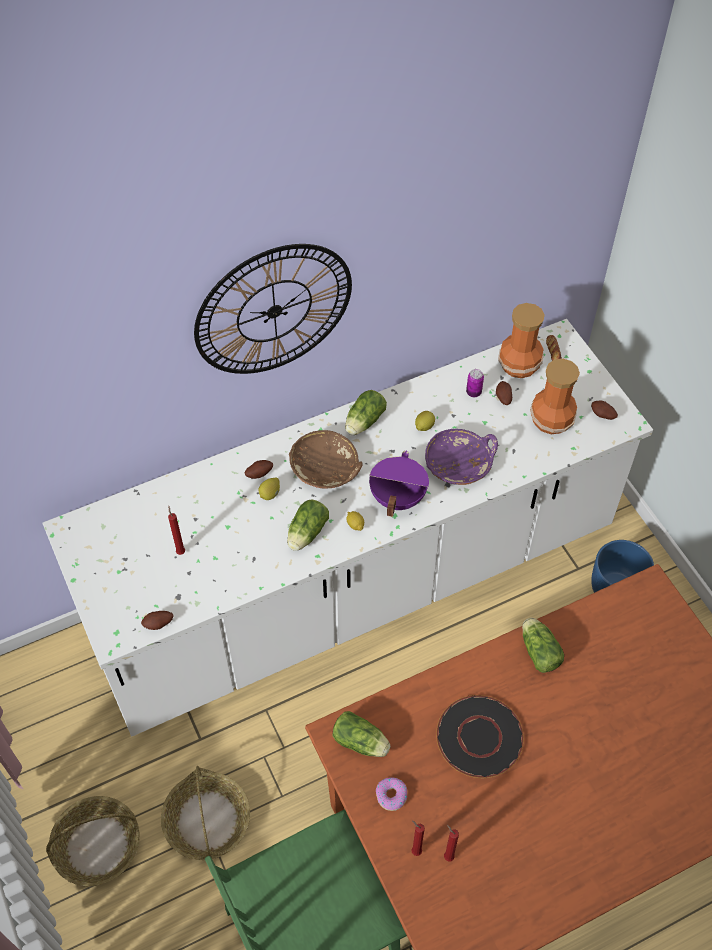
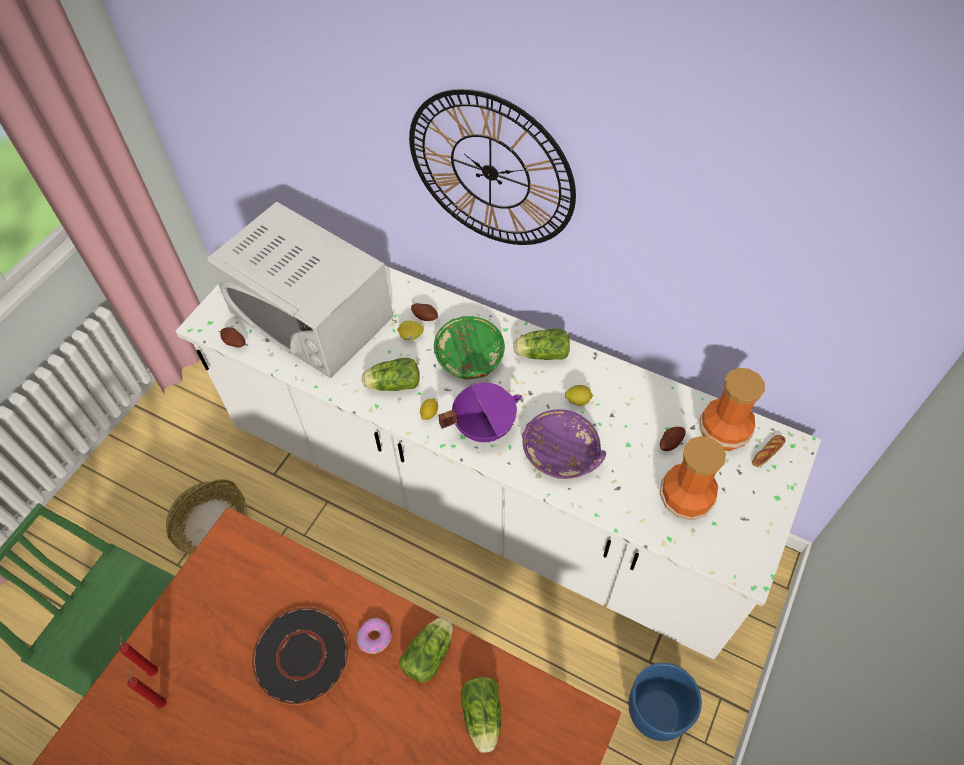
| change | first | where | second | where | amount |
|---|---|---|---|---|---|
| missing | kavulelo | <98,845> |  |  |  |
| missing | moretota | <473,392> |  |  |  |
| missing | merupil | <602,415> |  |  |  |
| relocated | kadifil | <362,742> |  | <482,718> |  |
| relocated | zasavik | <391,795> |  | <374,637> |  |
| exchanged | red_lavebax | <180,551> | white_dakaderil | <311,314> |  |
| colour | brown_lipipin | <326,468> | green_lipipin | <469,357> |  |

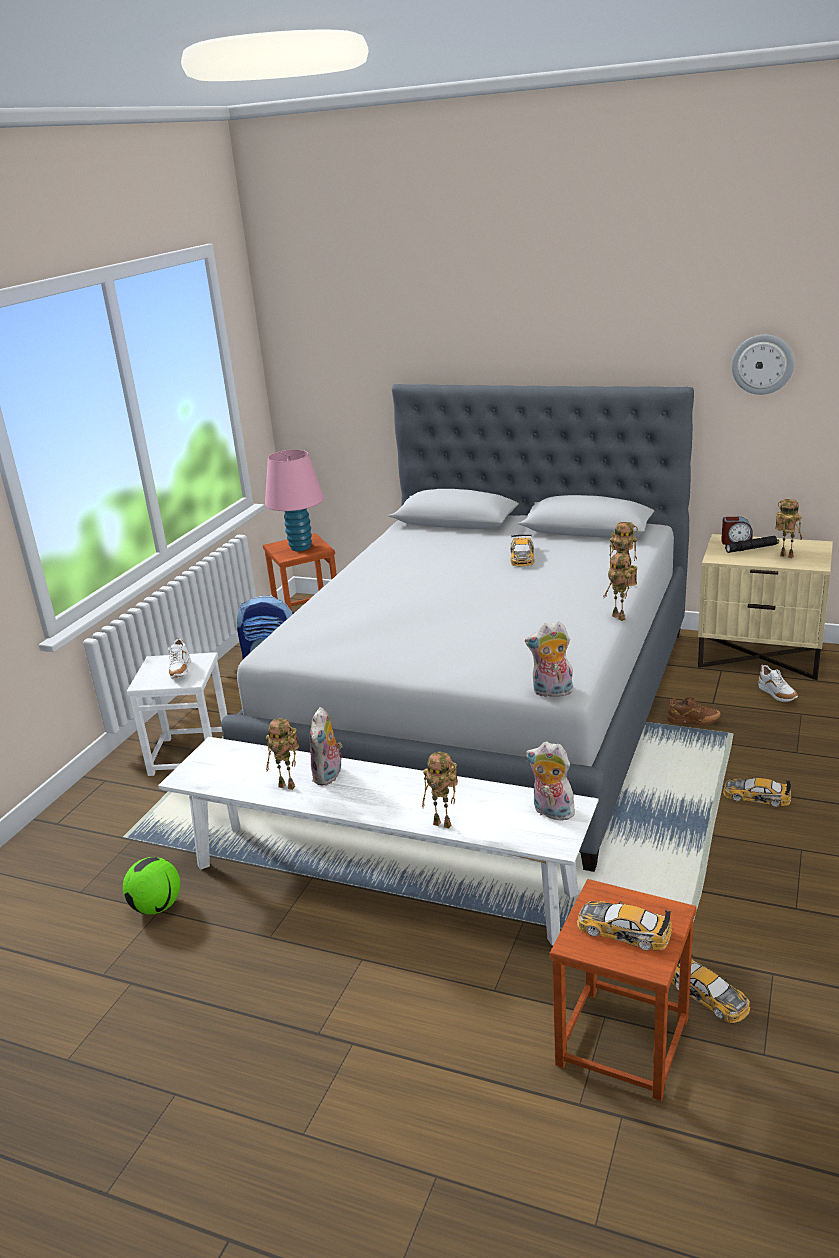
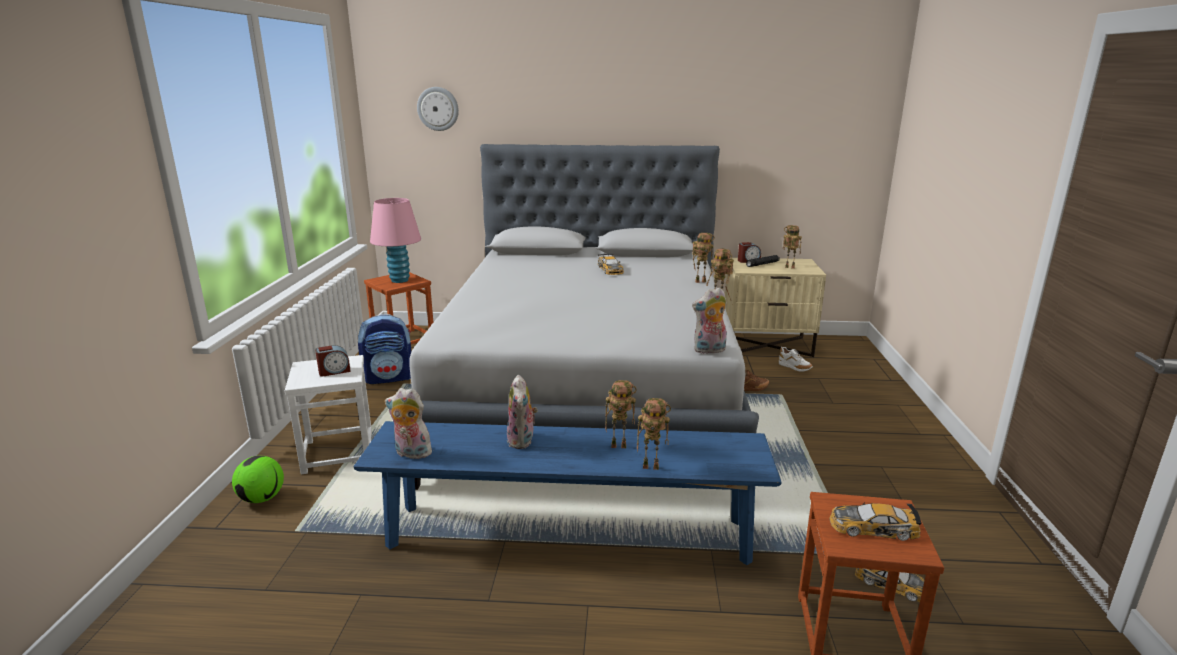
| change | first | where | second | where | amount |
|---|---|---|---|---|---|
| missing | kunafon | <756,796> |  |  |  |
| relocated | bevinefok | <157,906> |  | <262,498> |  |
| relocated | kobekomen | <289,786> |  | <620,445> |  |
| relocated | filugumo | <551,812> |  | <411,453> |  |
| relocated | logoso | <762,364> |  | <438,109> |  |
| exchanged | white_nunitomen | <180,672> | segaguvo | <334,371> |  |
| colour | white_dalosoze | <380,879> | blue_dalosoze | <569,533> |  |

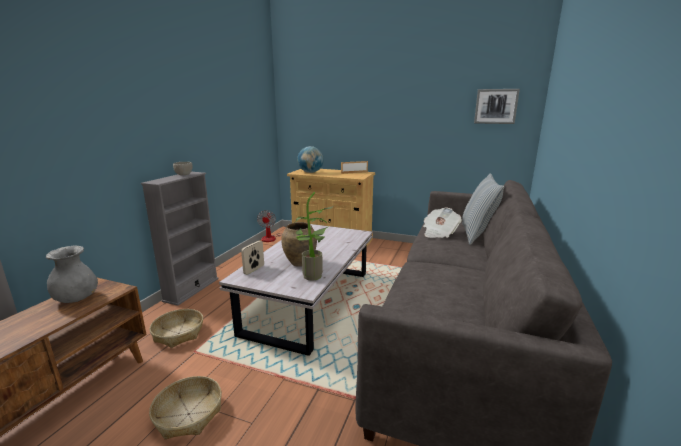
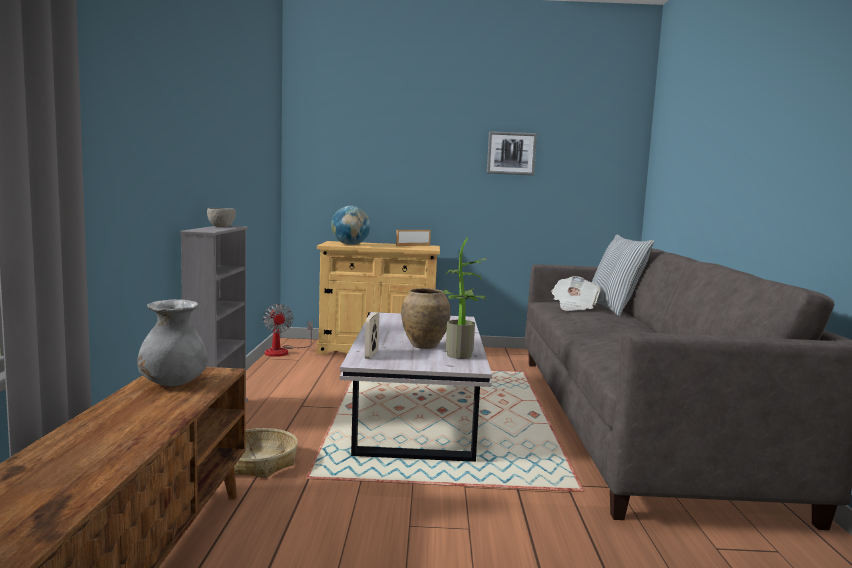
| change | first | where | second | where | amount |
|---|---|---|---|---|---|
| missing | kavulelo | <189,414> |  |  |  |
| relocated | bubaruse | <496,106> |  | <511,153> |  |

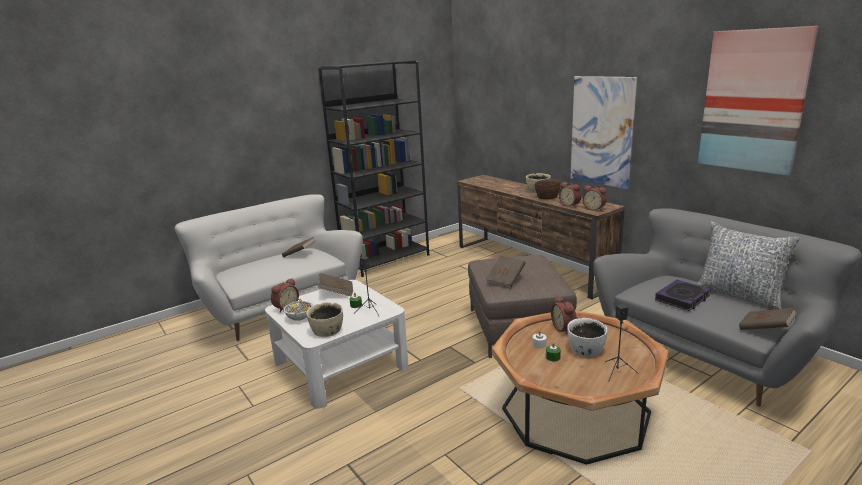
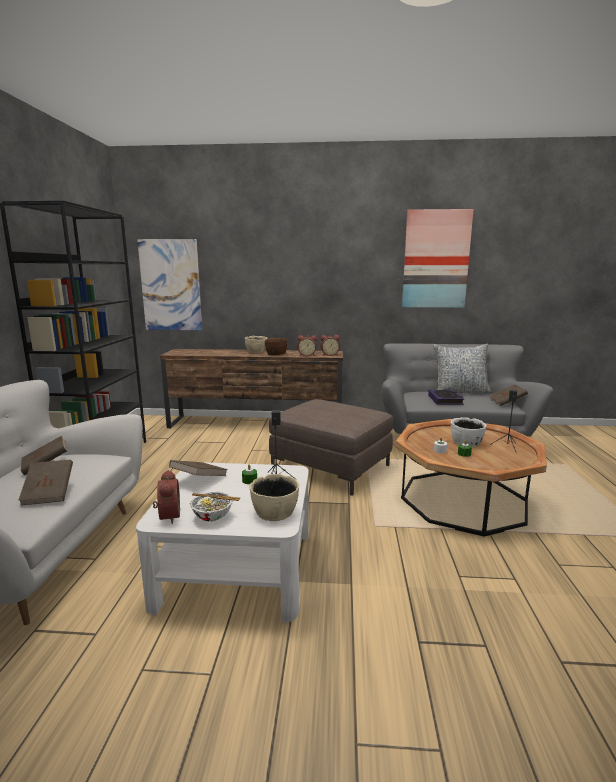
| change | first | where | second | where | amount |
|---|---|---|---|---|---|
| missing | segaguvo | <564,328> |  |  |  |
| relocated | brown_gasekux | <506,280> |  | <49,493> |  |
| relocated | bubaruse | <601,131> |  | <170,285> |  |

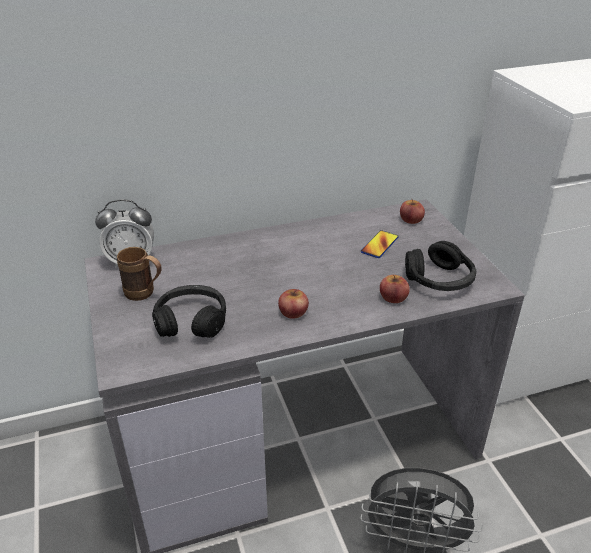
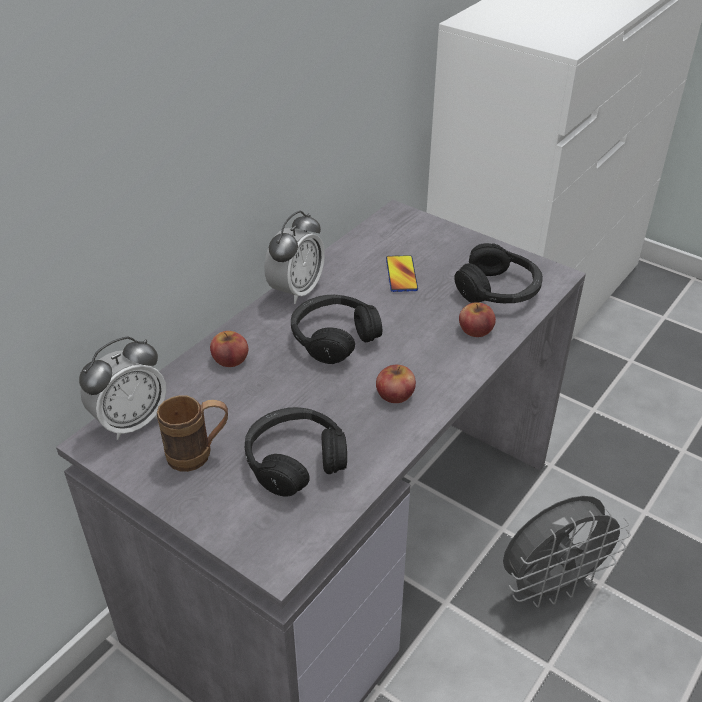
| change | first | where | second | where | amount |
|---|---|---|---|---|---|
| appeared |  |  | segaguvo | <296,290> |  |
| appeared |  |  | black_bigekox | <334,337> |  |
| relocated | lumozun | <411,219> |  | <230,359> |  |

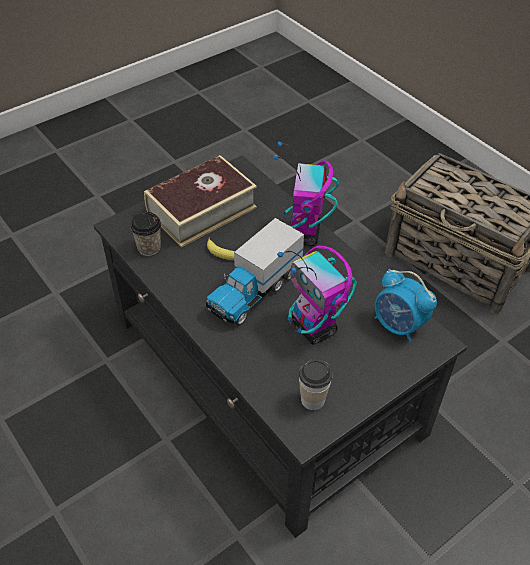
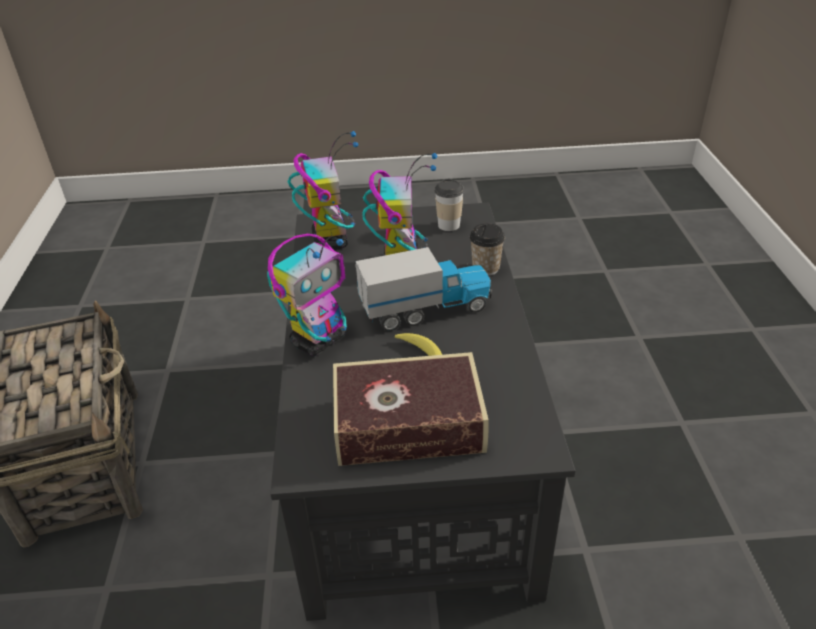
| change | first | where | second | where | amount |
|---|---|---|---|---|---|
| relocated | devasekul | <149,248> |  | <485,268> |  |
| exchanged | segaguvo | <398,326> | kobekomen | <329,240> |  |

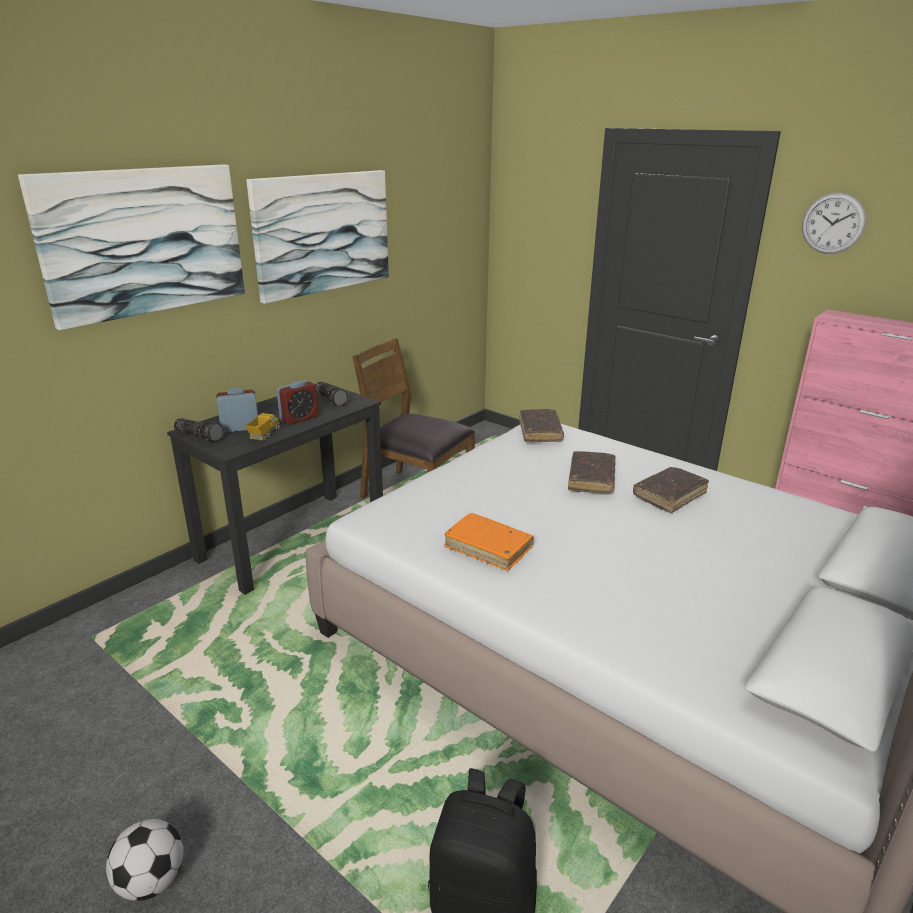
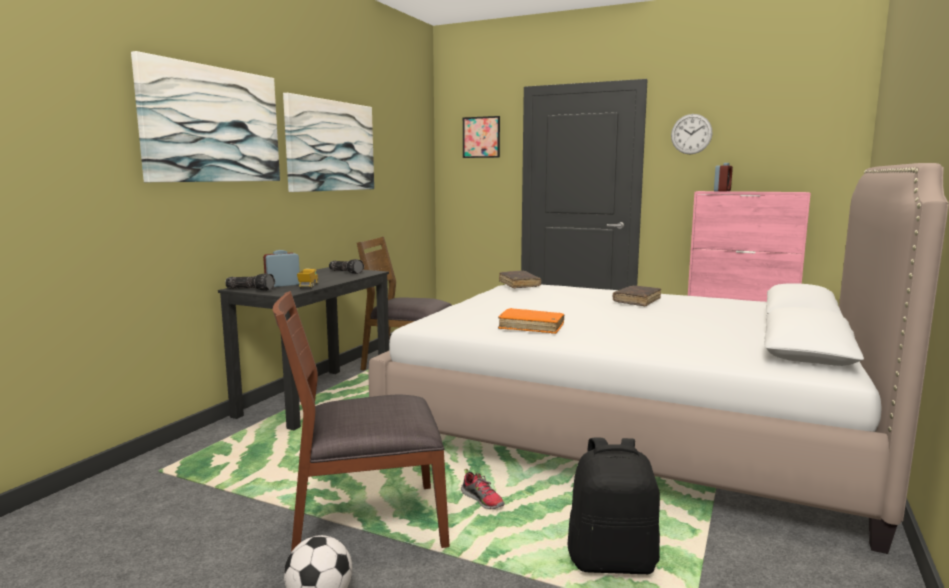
| change | first | where | second | where | amount |
|---|---|---|---|---|---|
| missing | brown_gasekux | <591,479> |  |  |  |
| appeared |  |  | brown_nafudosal | <366,523> |  |
| appeared |  |  | nunitomen | <483,500> |  |
| appeared |  |  | bubaruse | <481,137> |  |
| relocated | segaguvo | <299,418> |  | <722,191> |  |

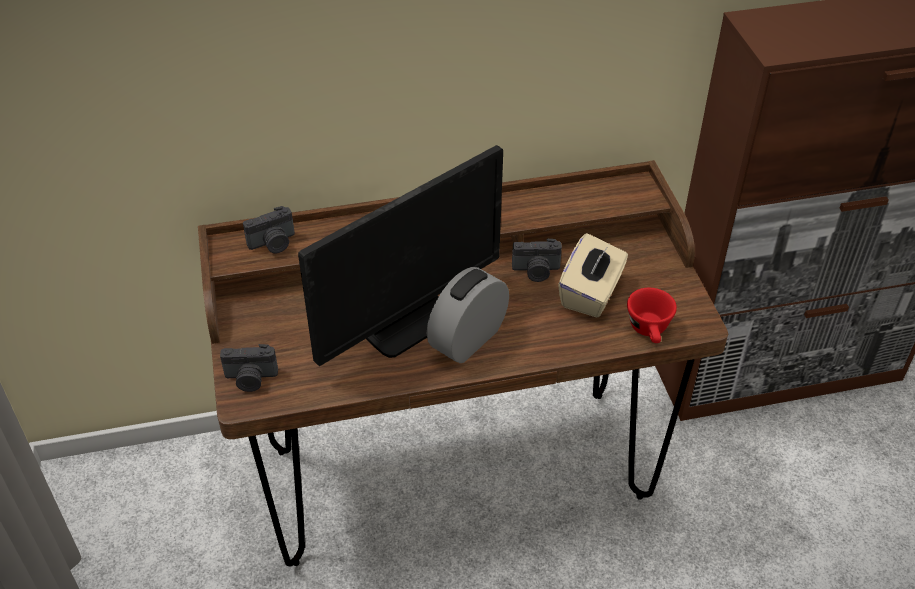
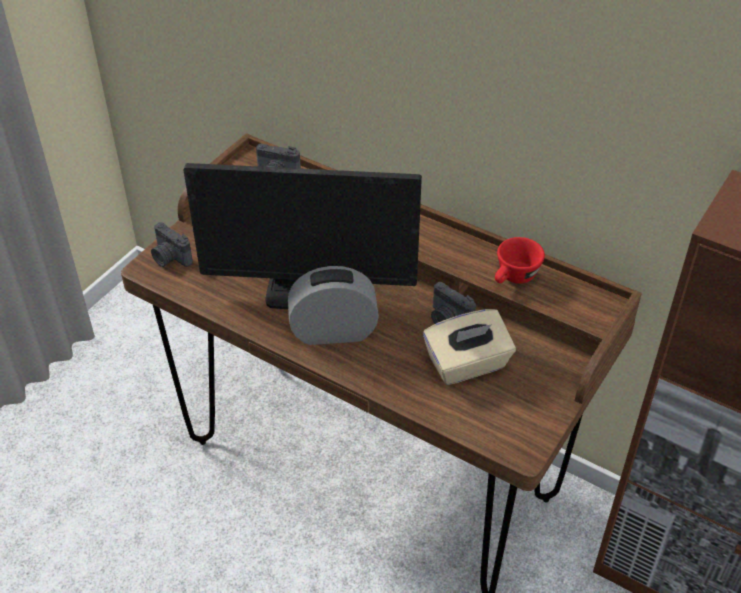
| change | first | where | second | where | amount |
|---|---|---|---|---|---|
| relocated | red_devasekul | <650,331> |  | <514,278> |  |

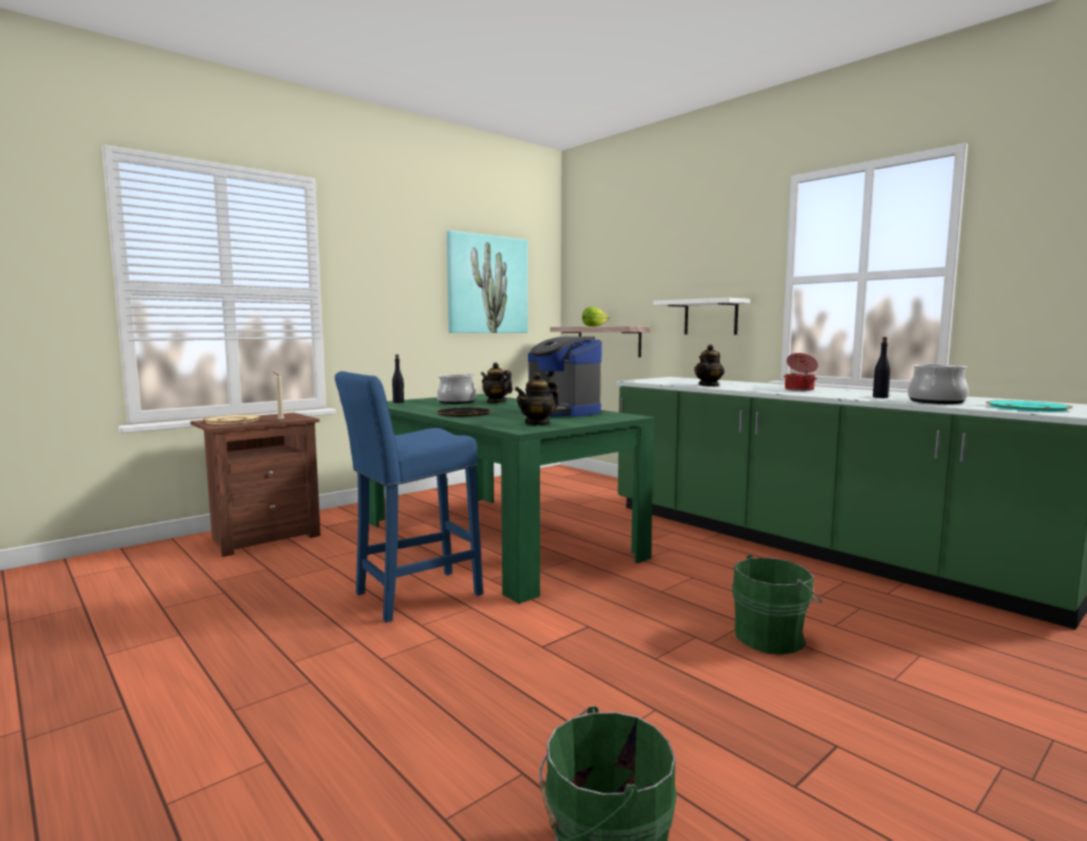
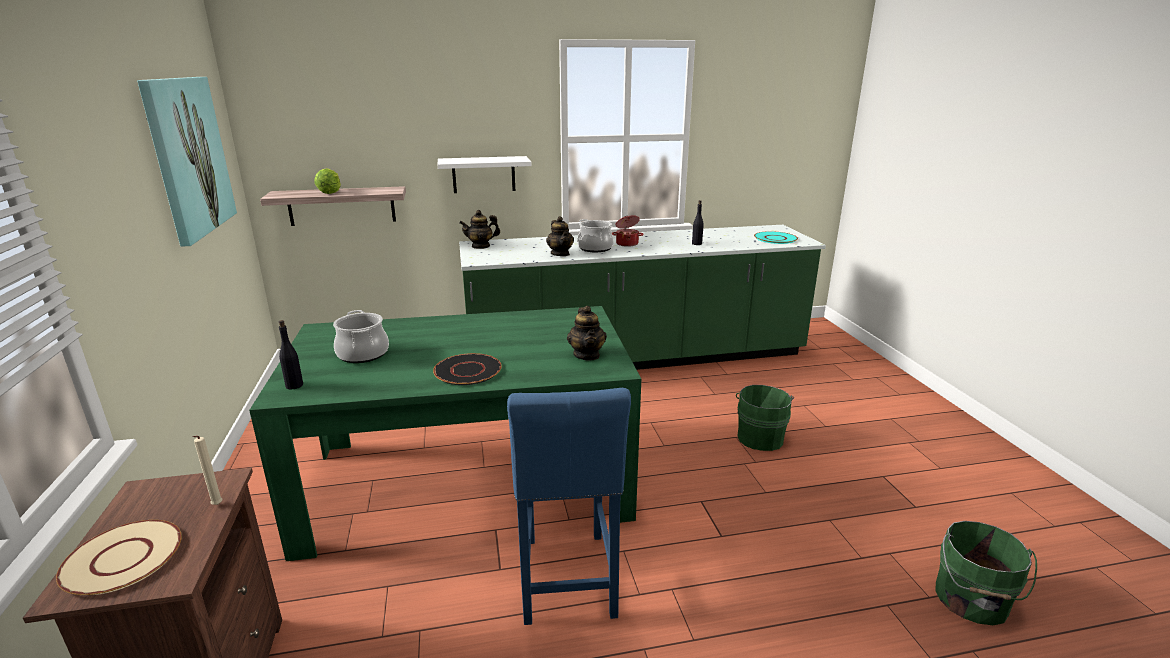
| change | first | where | second | where | amount |
|---|---|---|---|---|---|
| missing | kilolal | <562,412> |  |  |  |
| relocated | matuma | <496,402> |  | <481,246> |  |
| relocated | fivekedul | <935,401> |  | <595,248> |  |

